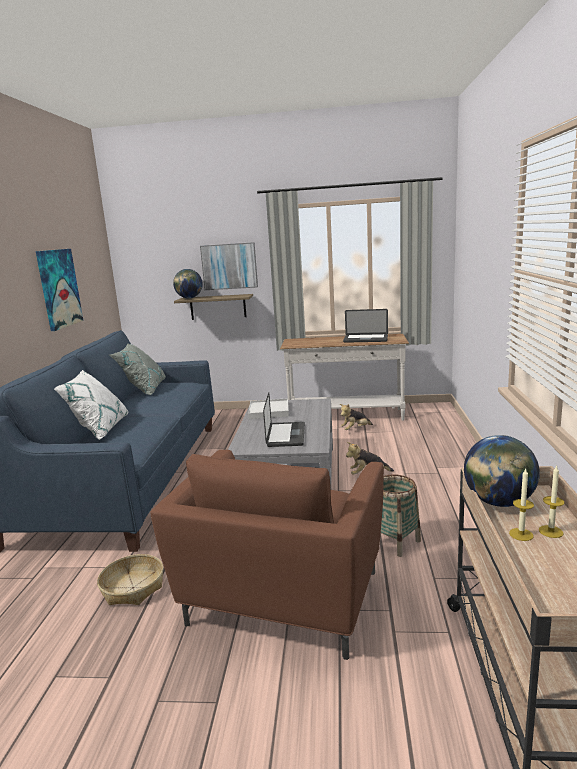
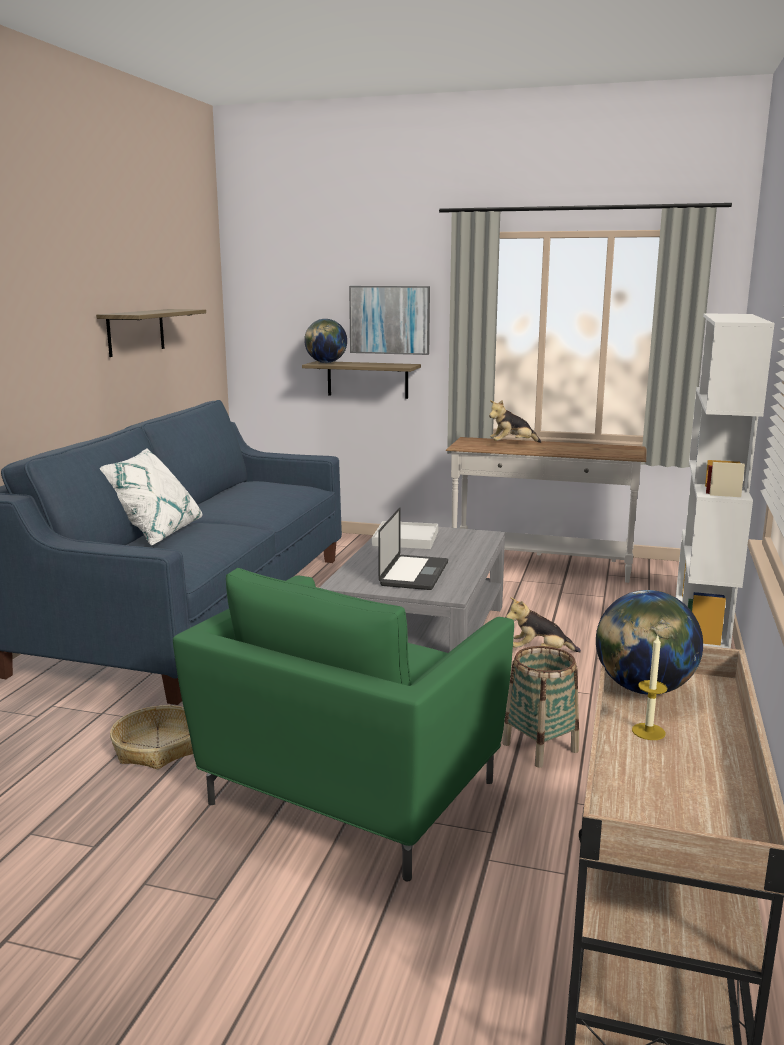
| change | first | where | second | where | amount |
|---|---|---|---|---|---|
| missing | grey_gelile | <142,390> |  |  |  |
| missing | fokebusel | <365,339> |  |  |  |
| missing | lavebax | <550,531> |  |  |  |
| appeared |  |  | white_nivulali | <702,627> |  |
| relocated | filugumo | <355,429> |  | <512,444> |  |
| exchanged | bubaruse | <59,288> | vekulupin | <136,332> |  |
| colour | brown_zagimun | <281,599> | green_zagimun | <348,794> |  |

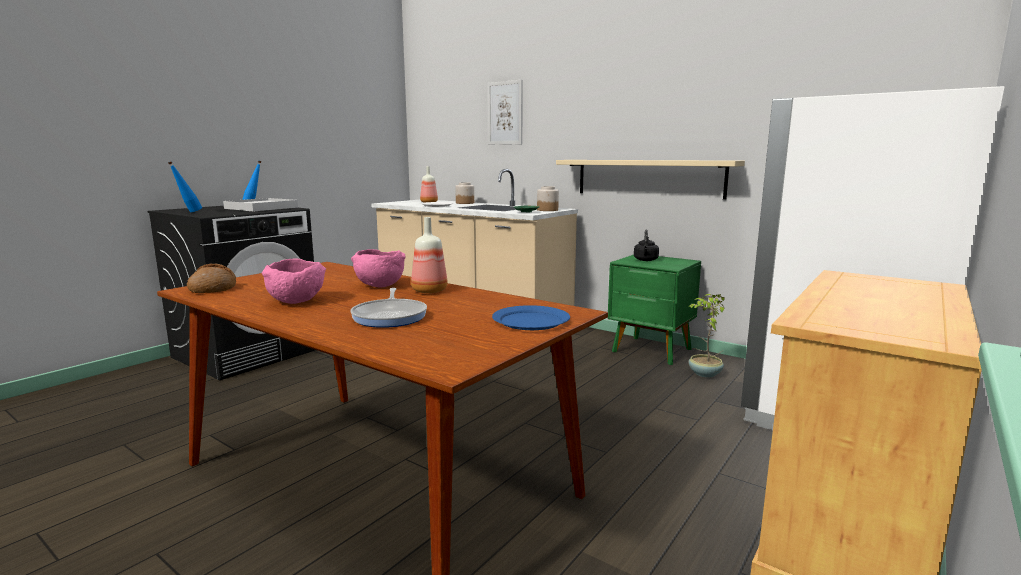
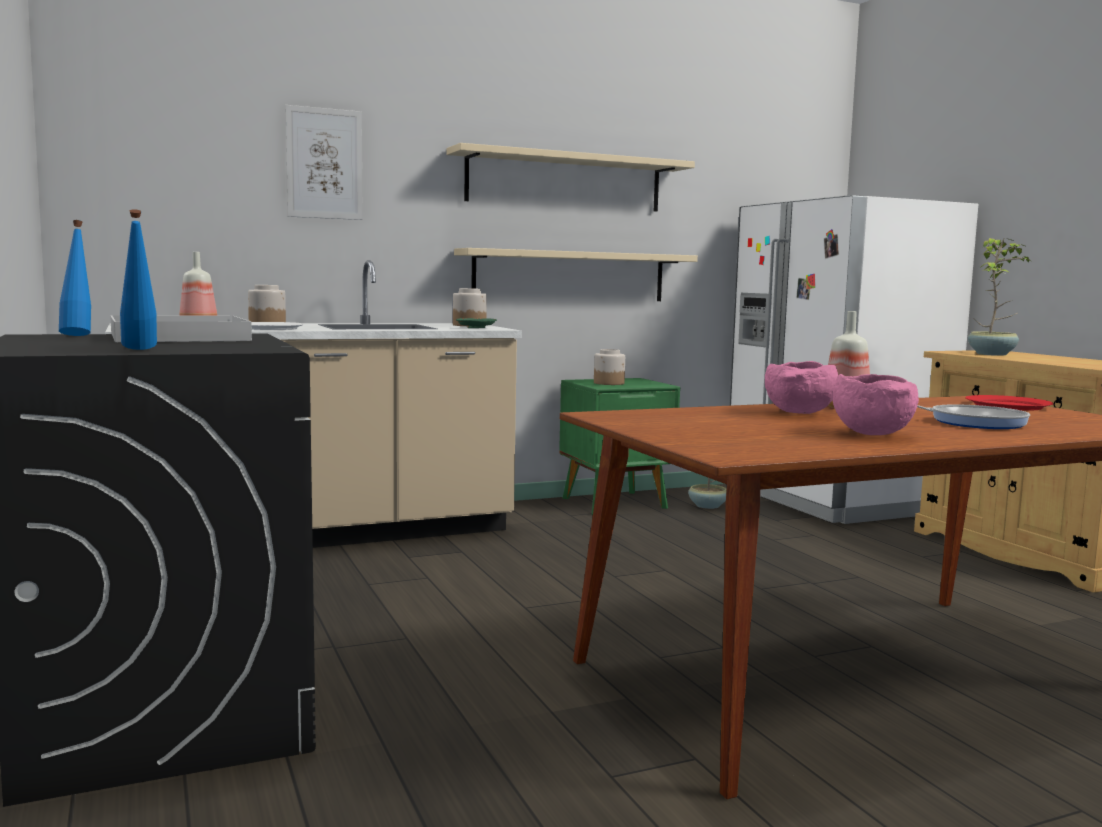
| change | first | where | second | where | amount |
|---|---|---|---|---|---|
| missing | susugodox | <213,288> |  |  |  |
| appeared |  |  | beige_vekulupin | <565,181> |  |
| appeared |  |  | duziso | <993,354> |  |
| exchanged | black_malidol | <645,260> | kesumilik | <609,383> |  |
| colour | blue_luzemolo | <530,321> | red_luzemolo | <1008,406> |  |

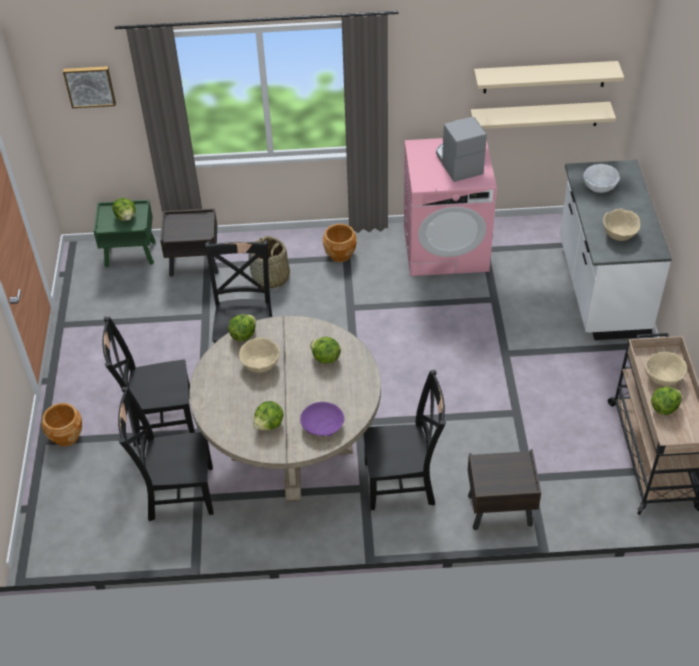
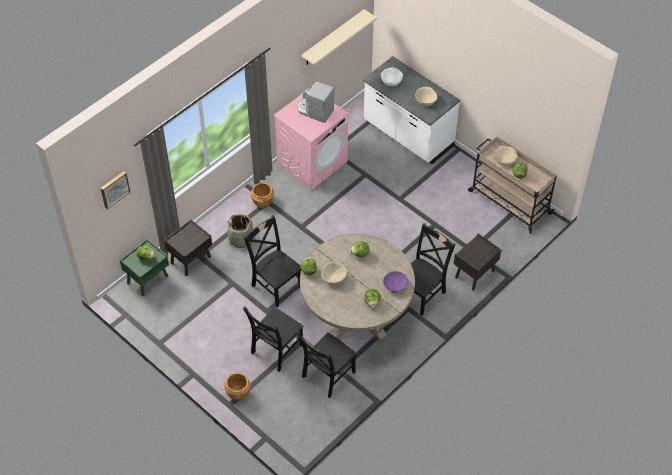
| change | first | where | second | where | amount |
|---|---|---|---|---|---|
| missing | beige_vekulupin | <539,117> |  |  |  |

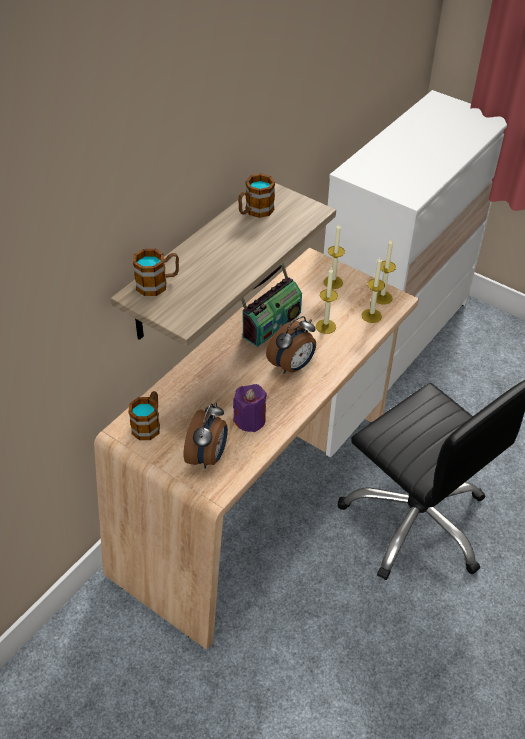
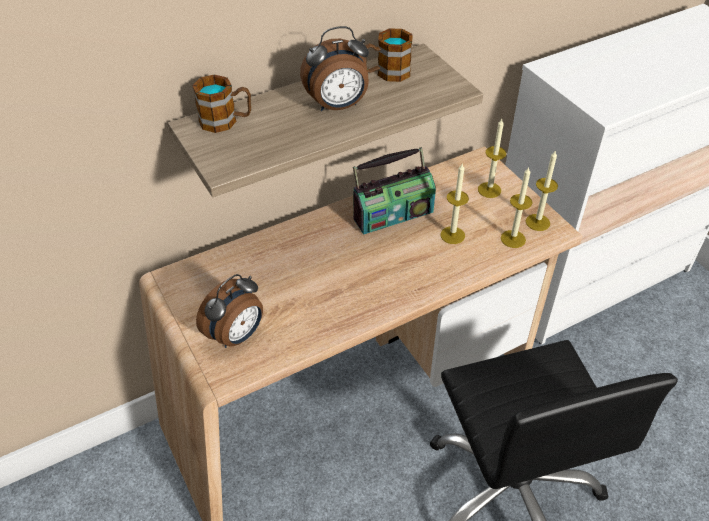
| change | first | where | second | where | amount |
|---|---|---|---|---|---|
| missing | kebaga | <148,424> |  |  |  |
| missing | purple_lavebax | <250,420> |  |  |  |
| relocated | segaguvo | <292,366> |  | <337,106> |  |

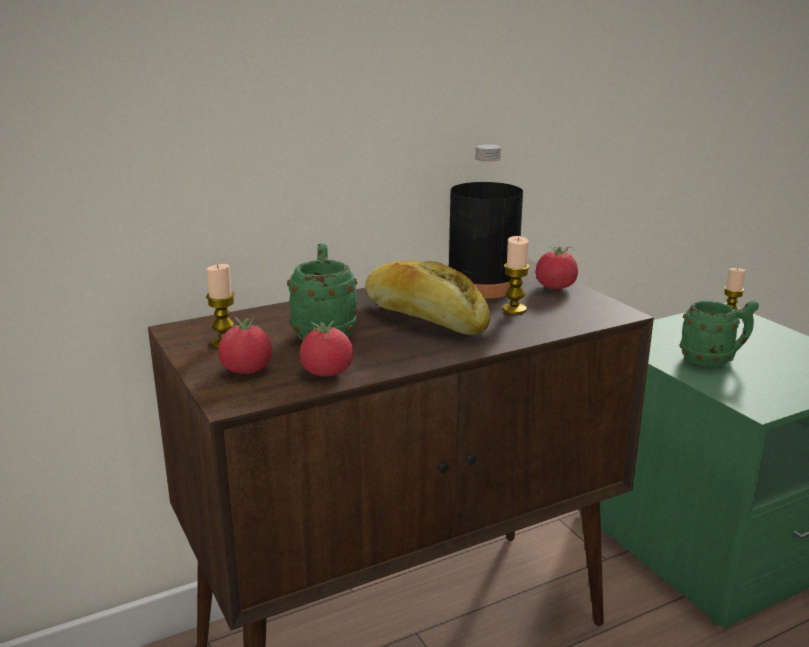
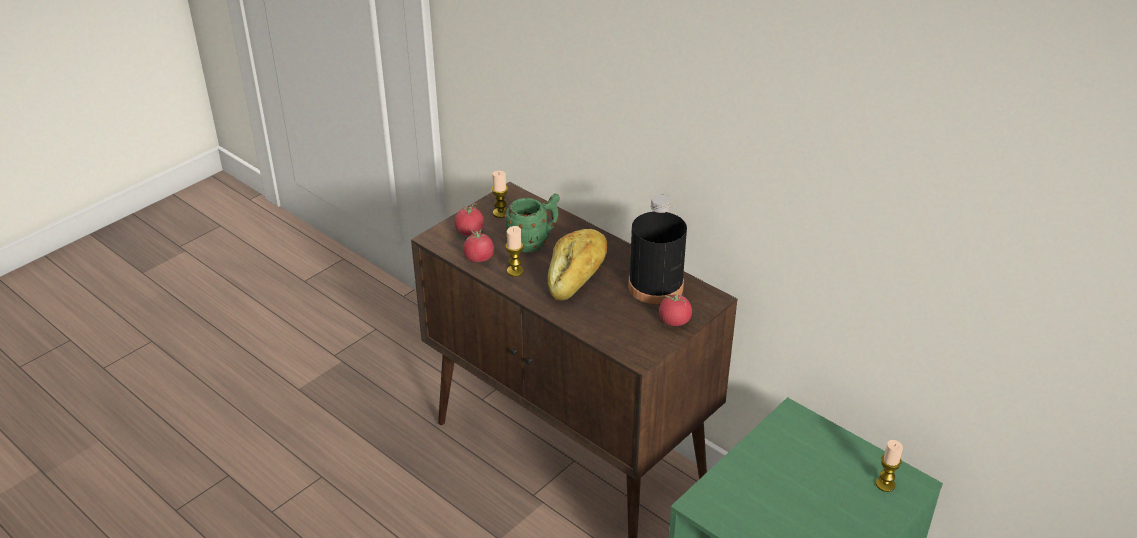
| change | first | where | second | where | amount |
|---|---|---|---|---|---|
| missing | green_kebaga | <714,360> |  |  |  |
| relocated | lavebax | <514,309> |  | <515,271> |  |

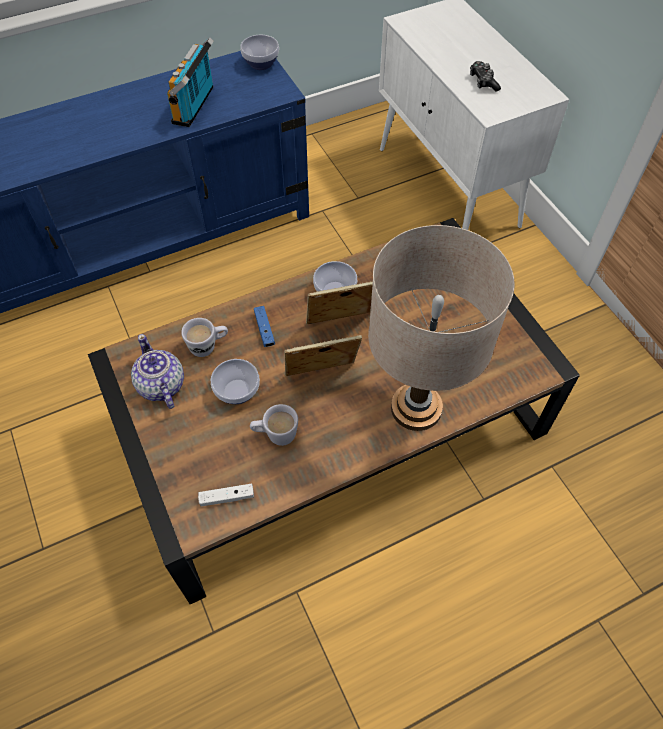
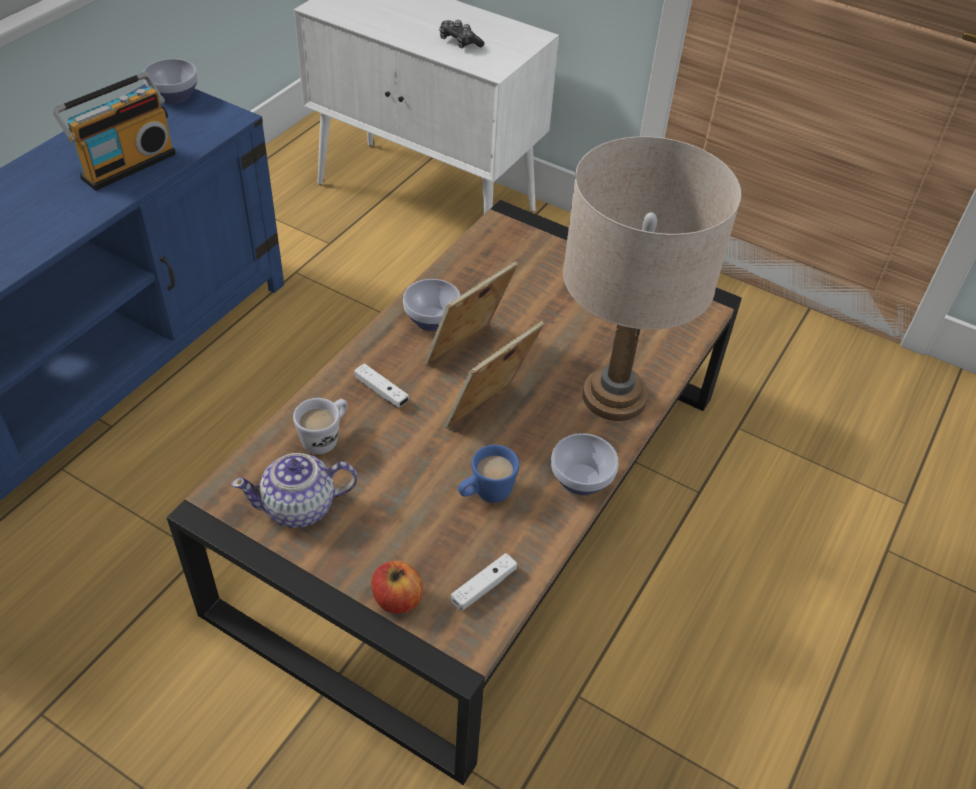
| change | first | where | second | where | amount |
|---|---|---|---|---|---|
| appeared |  |  | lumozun | <397,599> |  |
| relocated | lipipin | <239,391> |  | <582,479> |  |
| colour | white_kebaga | <275,435> | blue_kebaga | <485,494> |  |
| colour | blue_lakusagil | <264,330> | white_lakusagil | <381,391> |  |
| spun | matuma | <161,386> |  | <300,507> | 45 degrees counterclockwise |
| spun | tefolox | <196,106> |  | <126,164> | 120 degrees counterclockwise |

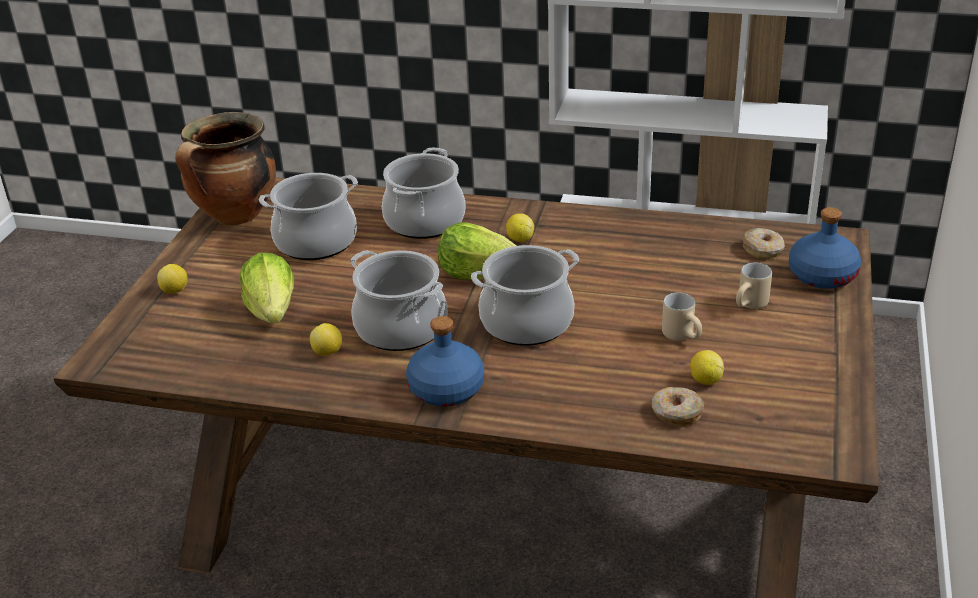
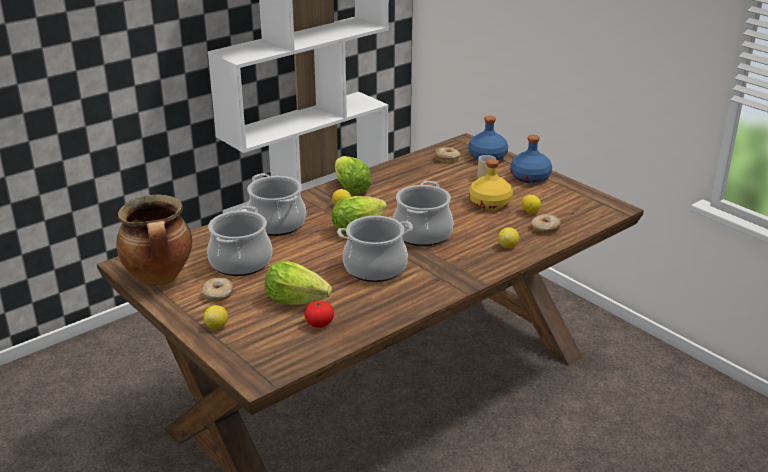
| change | first | where | second | where | amount |
|---|---|---|---|---|---|
| appeared |  |  | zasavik | <218,294> |  |
| appeared |  |  | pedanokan | <319,324> |  |
| appeared |  |  | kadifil | <351,188> |  |
| relocated | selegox | <328,352> |  | <508,246> |  |
| relocated | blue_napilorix | <445,389> |  | <530,177> |  |
| exchanged | beige_kebaga | <684,336> | yellow_napilorix | <489,203> |  |

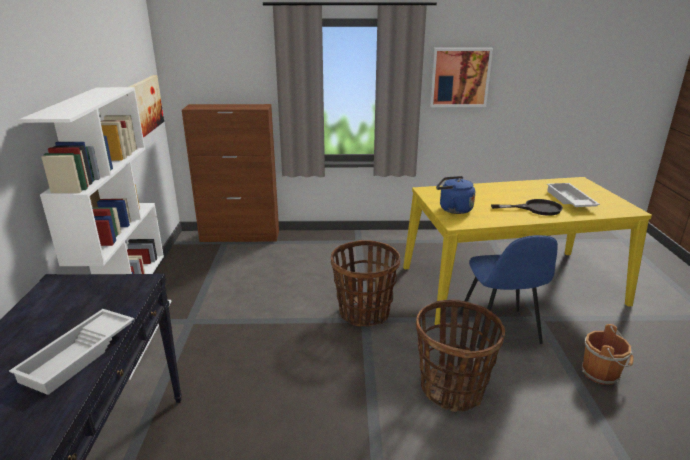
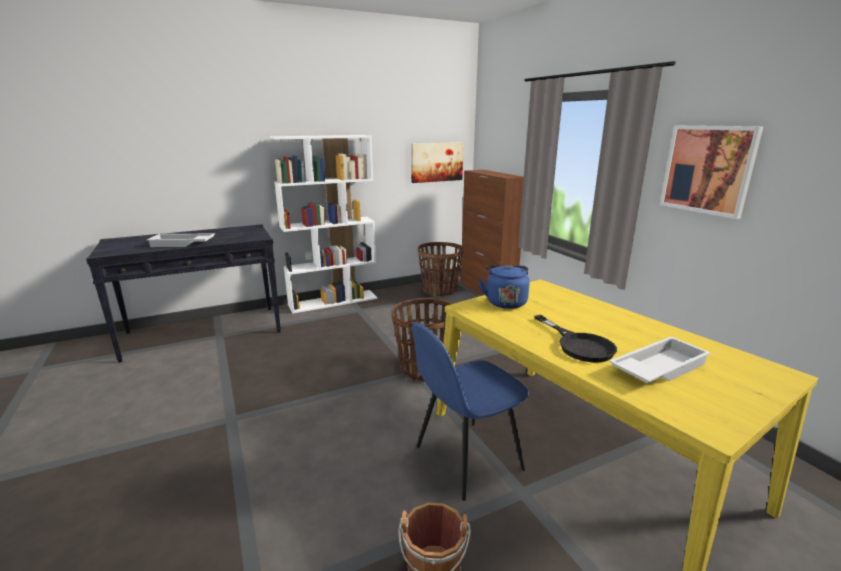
| change | first | where | second | where | amount |
|---|---|---|---|---|---|
| relocated | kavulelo | <452,389> |  | <439,290> |  |

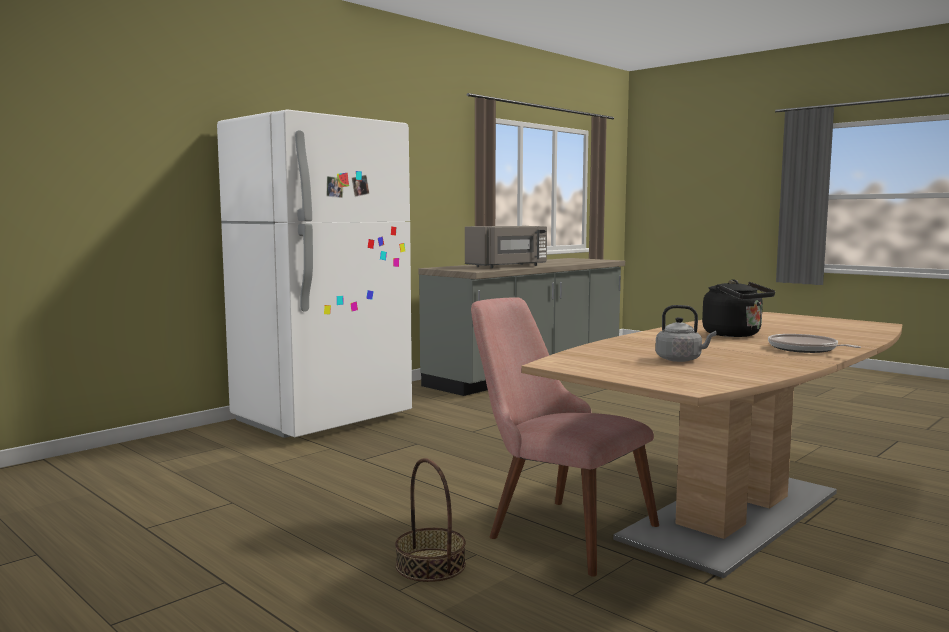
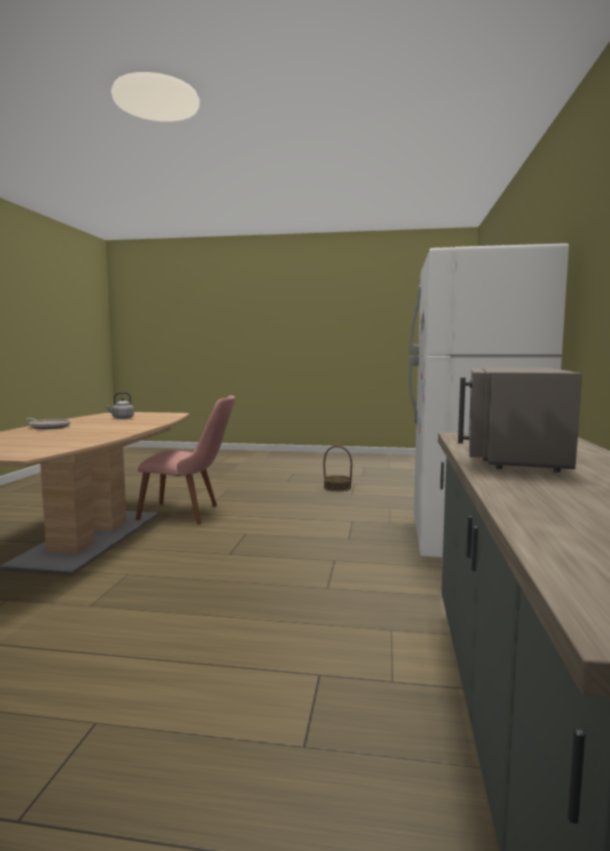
| change | first | where | second | where | amount |
|---|---|---|---|---|---|
| missing | black_malidol | <735,335> |  |  |  |
| relocated | kavulelo | <430,565> |  | <337,487> |  |

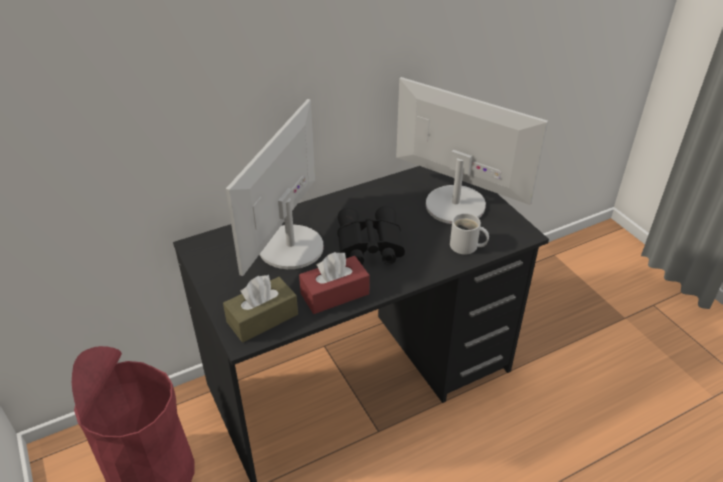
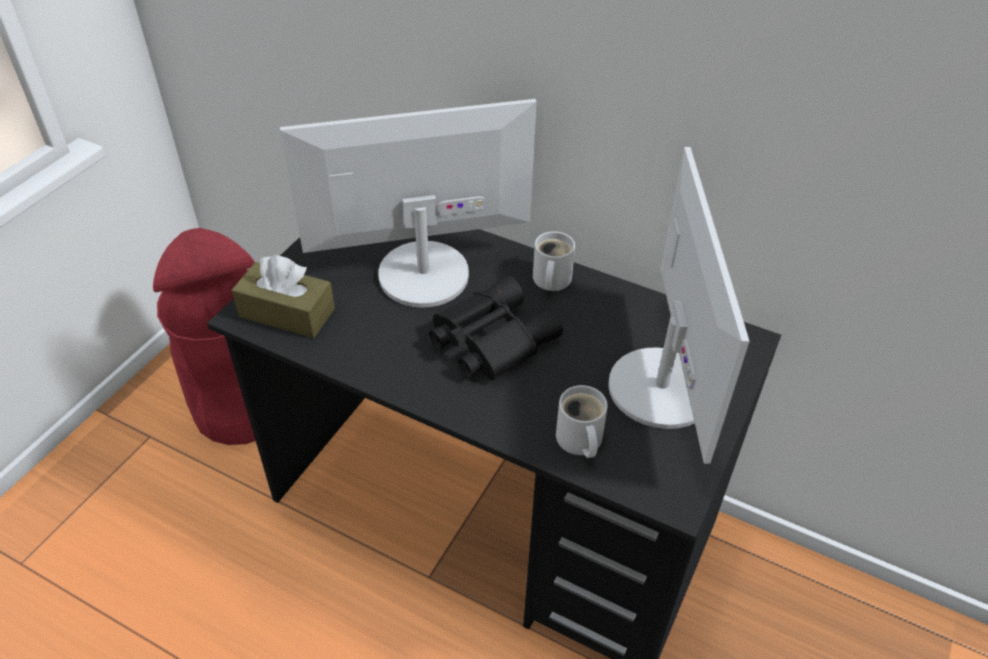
| change | first | where | second | where | amount |
|---|---|---|---|---|---|
| missing | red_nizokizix | <334,294> |  |  |  |
| appeared |  |  | white_kebaga | <550,280> |  |

